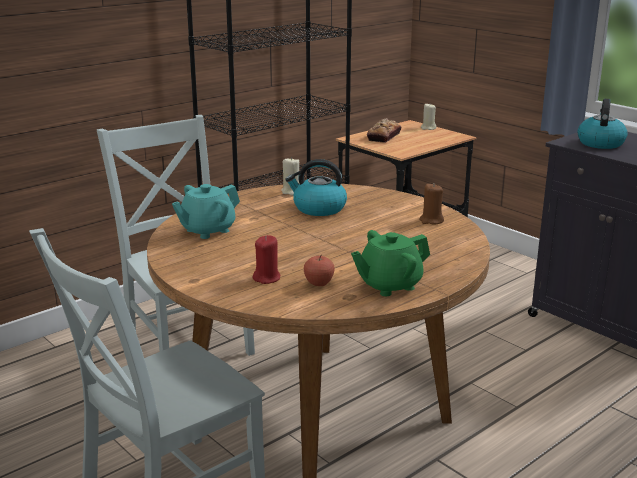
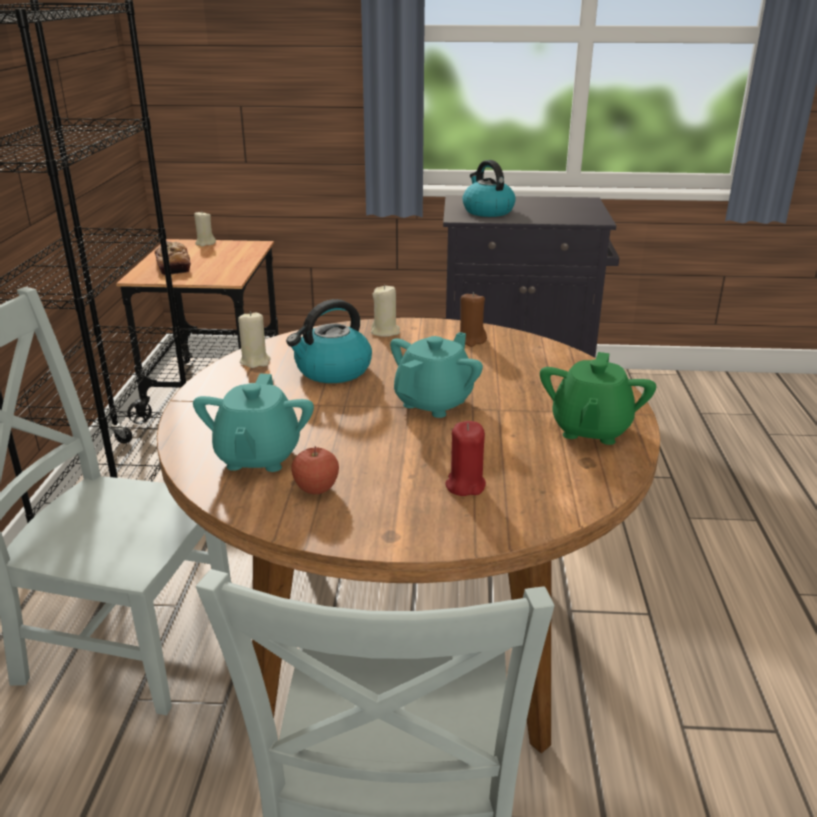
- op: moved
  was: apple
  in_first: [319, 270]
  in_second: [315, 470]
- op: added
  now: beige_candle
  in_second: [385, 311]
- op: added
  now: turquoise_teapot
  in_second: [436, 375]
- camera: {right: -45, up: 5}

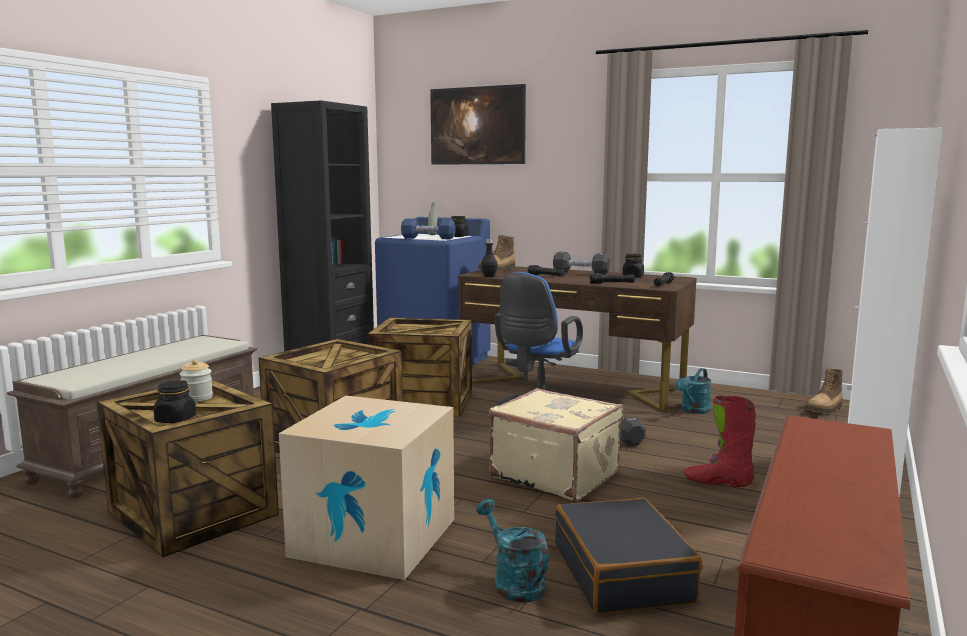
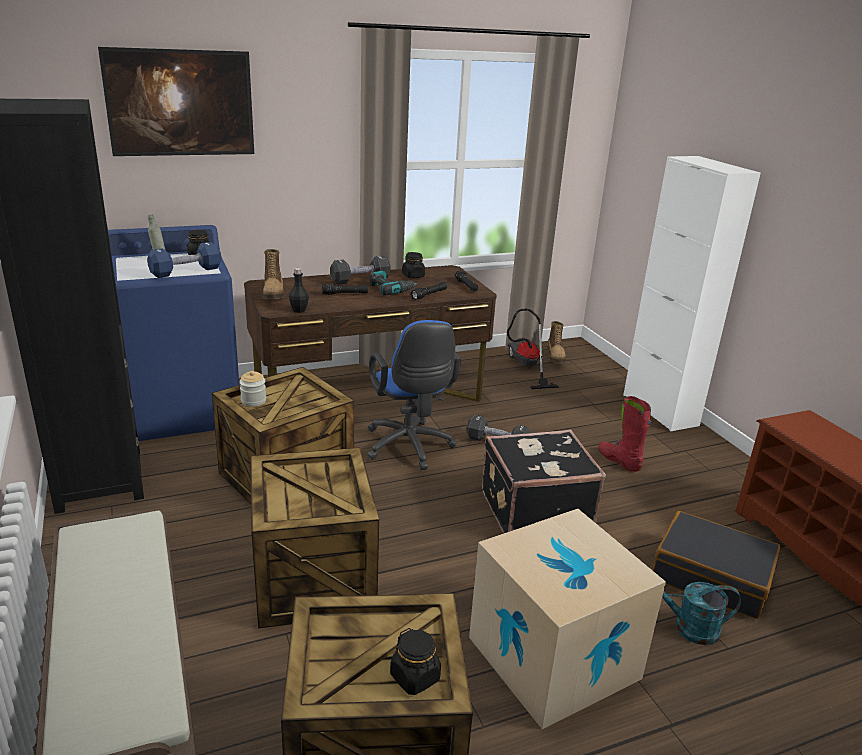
- op: moved
  was: jar
  in_first: [196, 380]
  in_second: [253, 389]
- op: removed
  was: turquoise_watering_can
  in_first: [693, 391]
- op: recoloured
  was: beige_suitcase
  now: black_suitcase
  in_first: [556, 444]
  in_second: [544, 481]
- op: turned
  was: red_boot
  in_first: [720, 441]
  in_second: [624, 434]
  clockwise: 90
- op: added
  now: power_drill
  in_second: [393, 283]
- op: added
  now: vacuum_cleaner
  in_second: [533, 349]
- camera: {right: -50, up: 15}

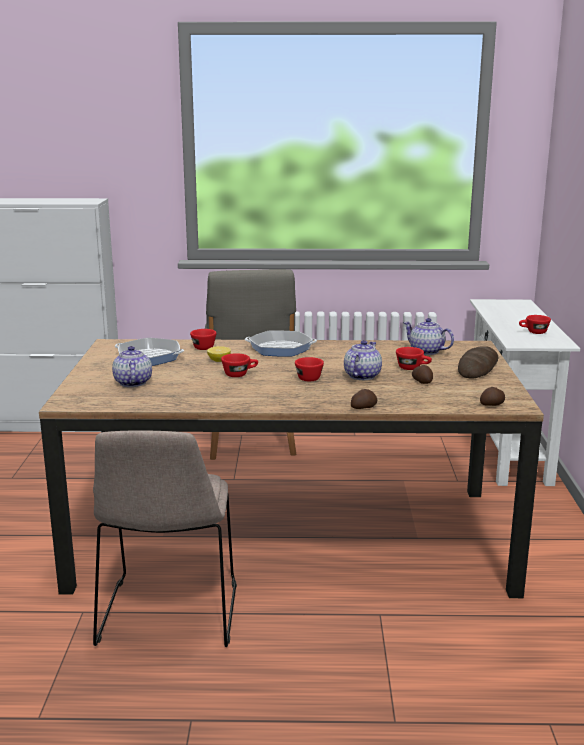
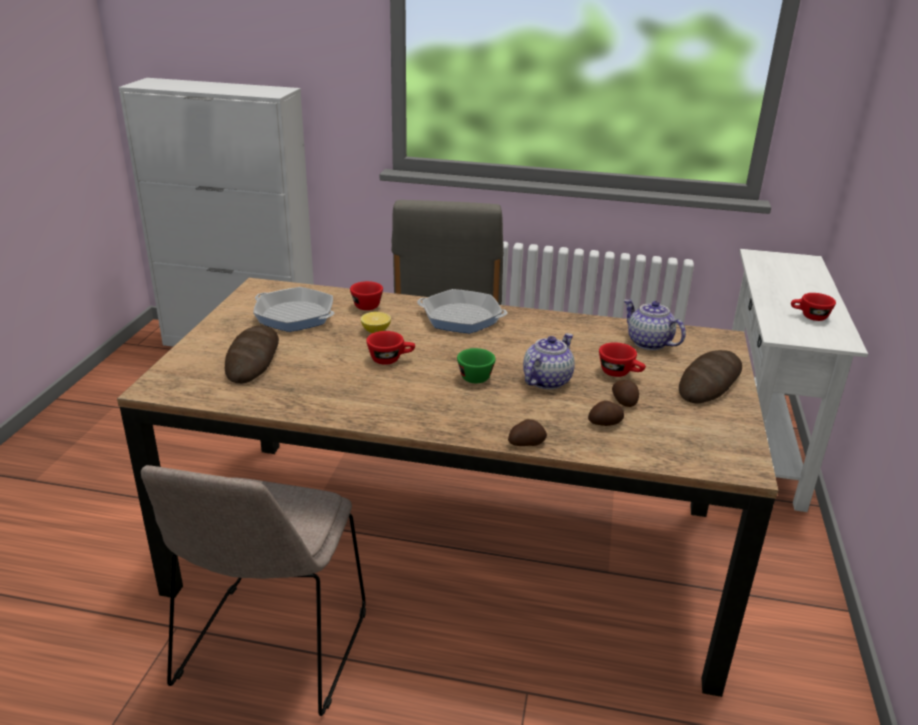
- op: replaced
  was: teapot
  now: bread
  in_first: [132, 366]
  in_second: [252, 354]
- op: recoloured
  was: red_cup
  now: green_cup
  in_first: [309, 369]
  in_second: [476, 365]
- op: moved
  was: potato
  in_first: [492, 396]
  in_second: [606, 413]
- camera: {right: 10, up: 10}

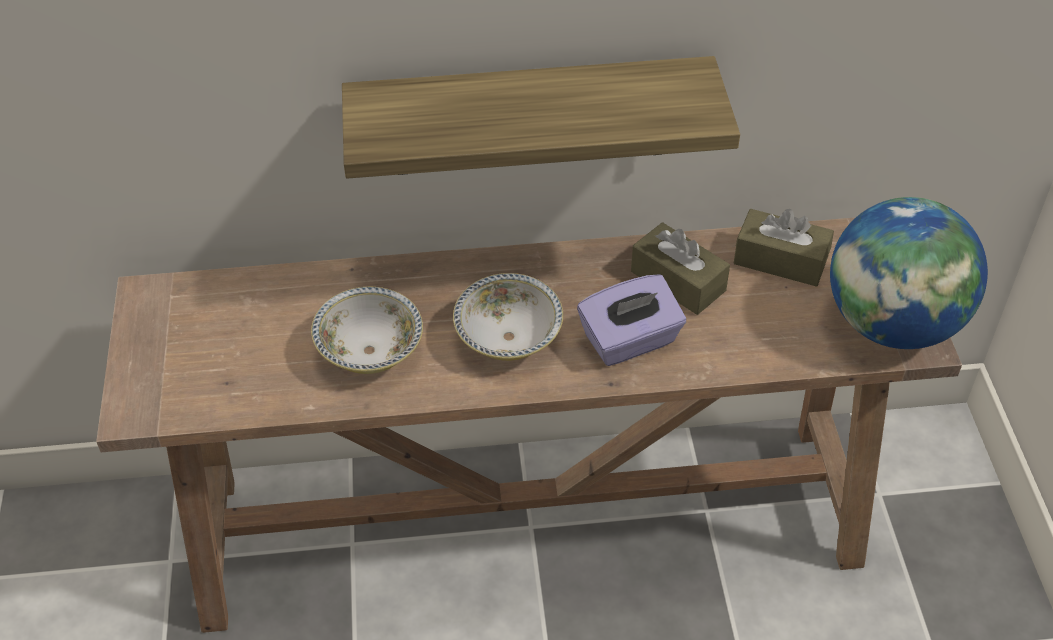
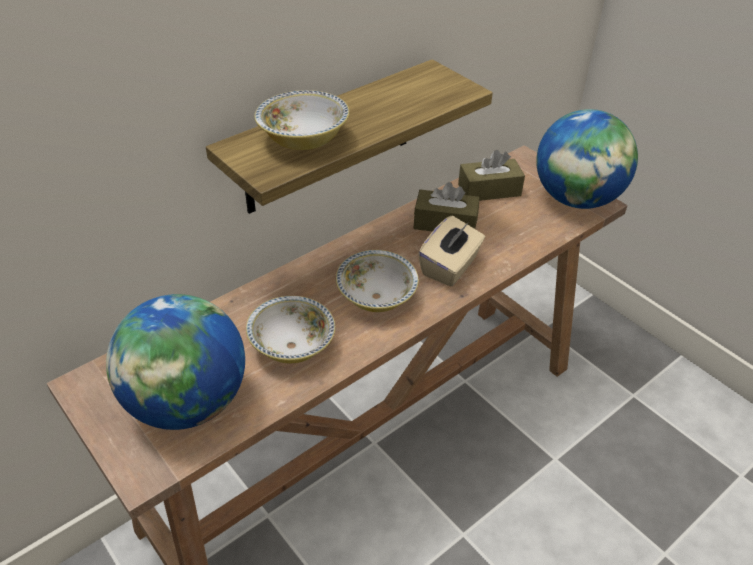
- op: recoloured
  was: purple_tissue_box
  now: beige_tissue_box
  in_first: [631, 320]
  in_second: [451, 251]
- op: added
  now: bowl
  in_second: [302, 120]
- op: added
  now: globe
  in_second: [175, 362]
- camera: {right: -35, up: -5}

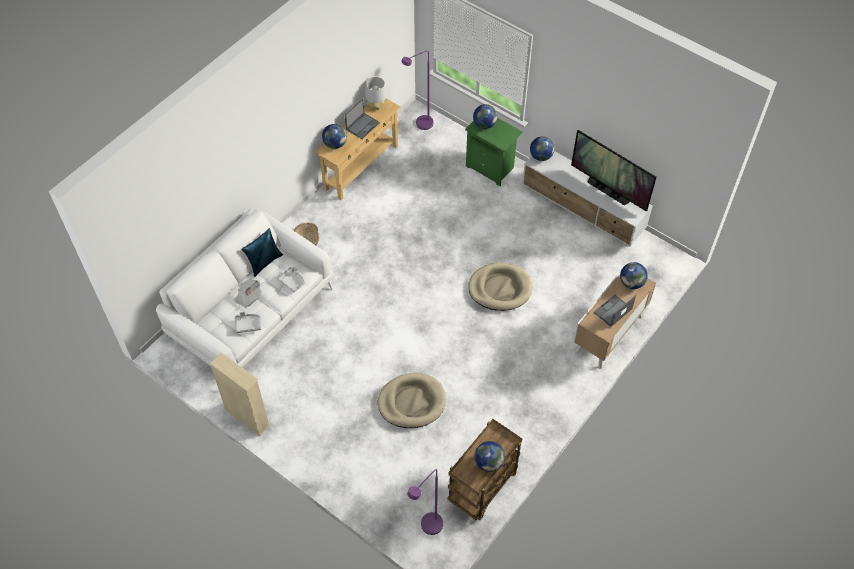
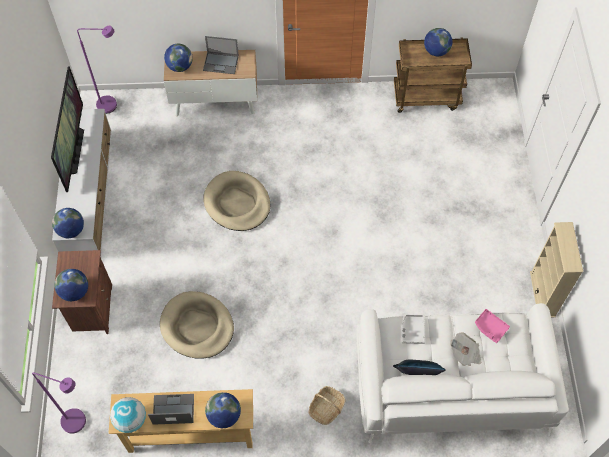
- op: replaced
  was: grey_table_lamp
  now: globe
  in_first: [376, 93]
  in_second: [128, 415]
- op: recoloured
  was: green_nightstand
  now: brown_nightstand
  in_first: [494, 152]
  in_second: [82, 292]
- op: recoloured
  was: grey_tray
  now: pink_tray
  in_first: [248, 322]
  in_second: [492, 326]
- op: moved
  was: beige_dog_bed
  in_first: [412, 400]
  in_second: [197, 325]
- op: moved
  was: purple_floor_lamp
  in_first: [425, 502]
  in_second: [97, 70]
- camera: {right: -130, up: 5}

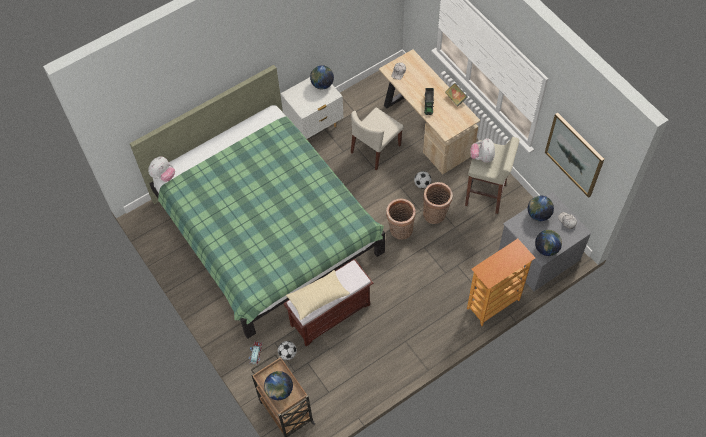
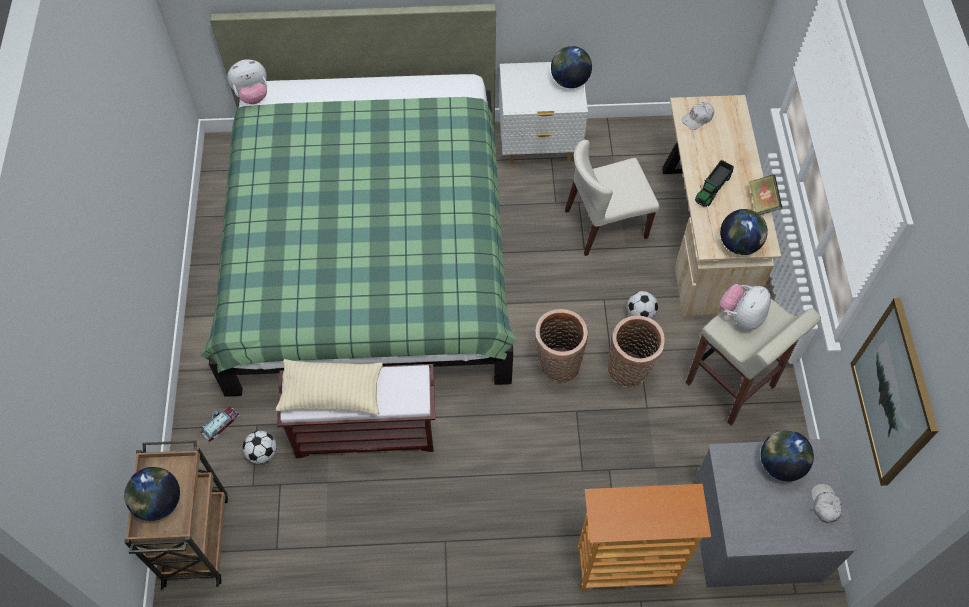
- op: moved
  was: globe
  in_first: [548, 243]
  in_second: [744, 232]
- camera: {right: 30, up: 0}

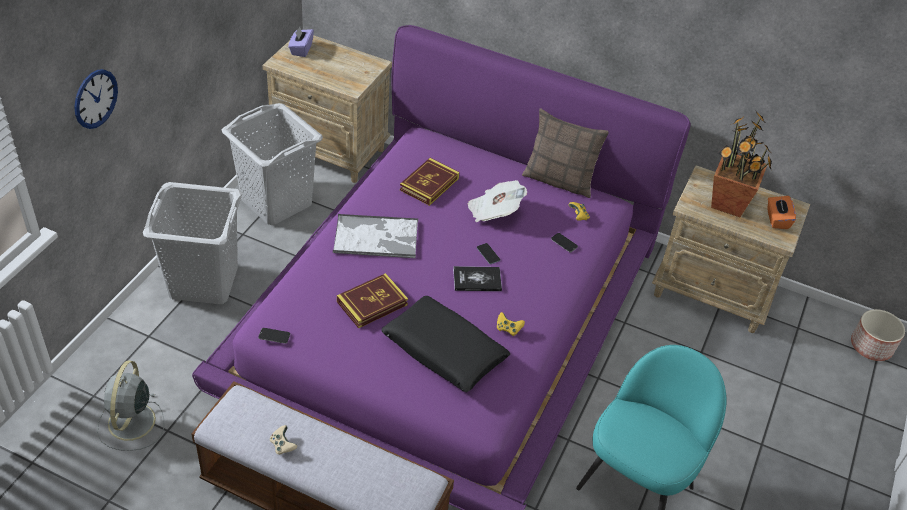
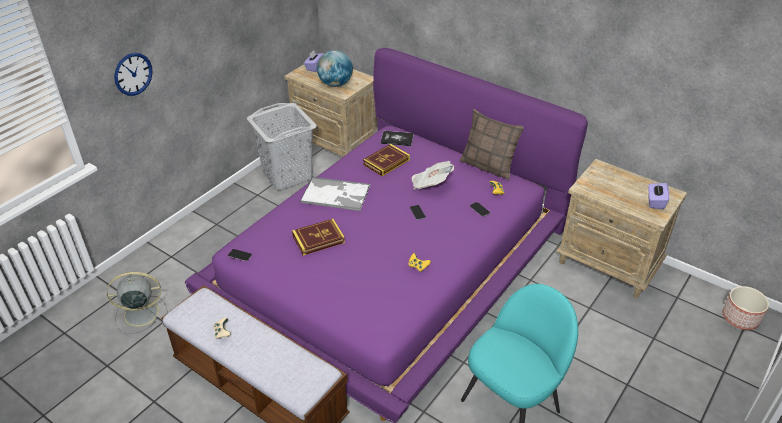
- op: removed
  was: potted_plant
  in_first: [741, 164]
- op: removed
  was: grey_laundry_basket
  in_first: [192, 243]
- op: recoloured
  was: orange_tissue_box
  now: purple_tissue_box
  in_first: [781, 212]
  in_second: [658, 196]
- op: moved
  was: book
  in_first: [477, 278]
  in_second: [397, 138]
- op: removed
  was: black_pillow
  in_first: [446, 344]
- op: turned
  was: grey_fan
  in_first: [130, 406]
  in_second: [137, 303]
  clockwise: 60
- op: added
  now: globe
  in_second: [335, 68]
- camera: {right: 15, up: -5}

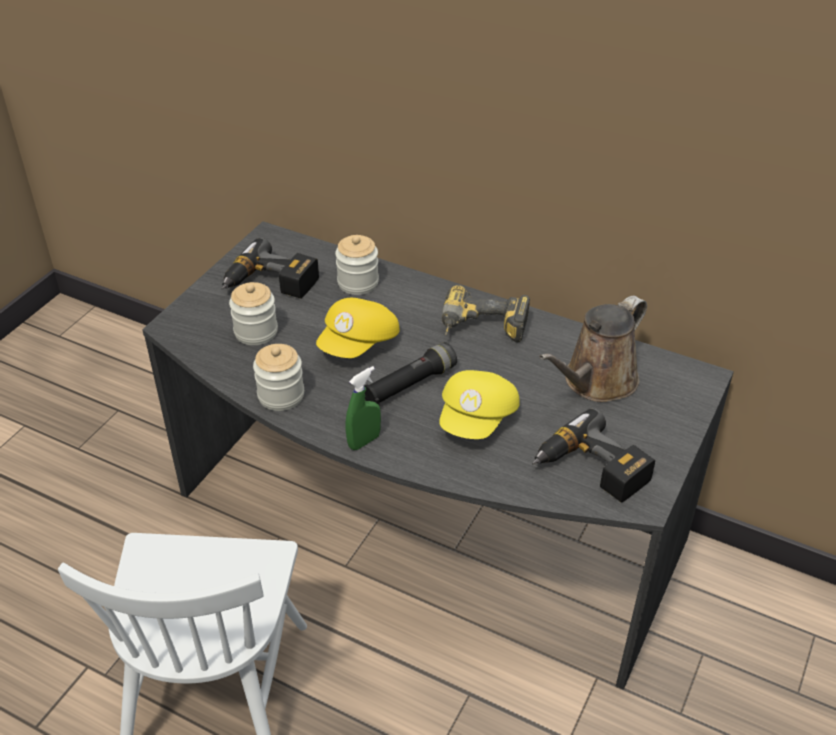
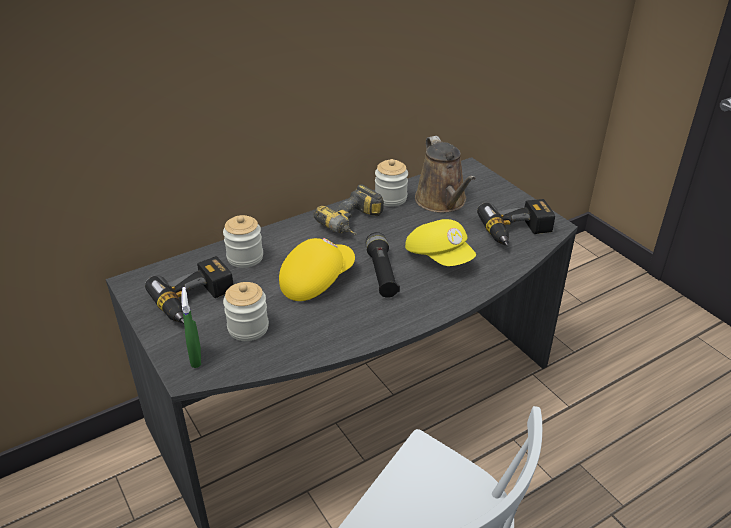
- op: turned
  was: yellow_cap
  in_first: [357, 328]
  in_second: [317, 269]
  clockwise: -105
- op: moved
  was: jar
  in_first: [278, 377]
  in_second: [391, 183]
- op: moved
  was: green_spray_bottle
  in_first: [363, 408]
  in_second: [191, 327]
- camera: {right: -60, up: -5}

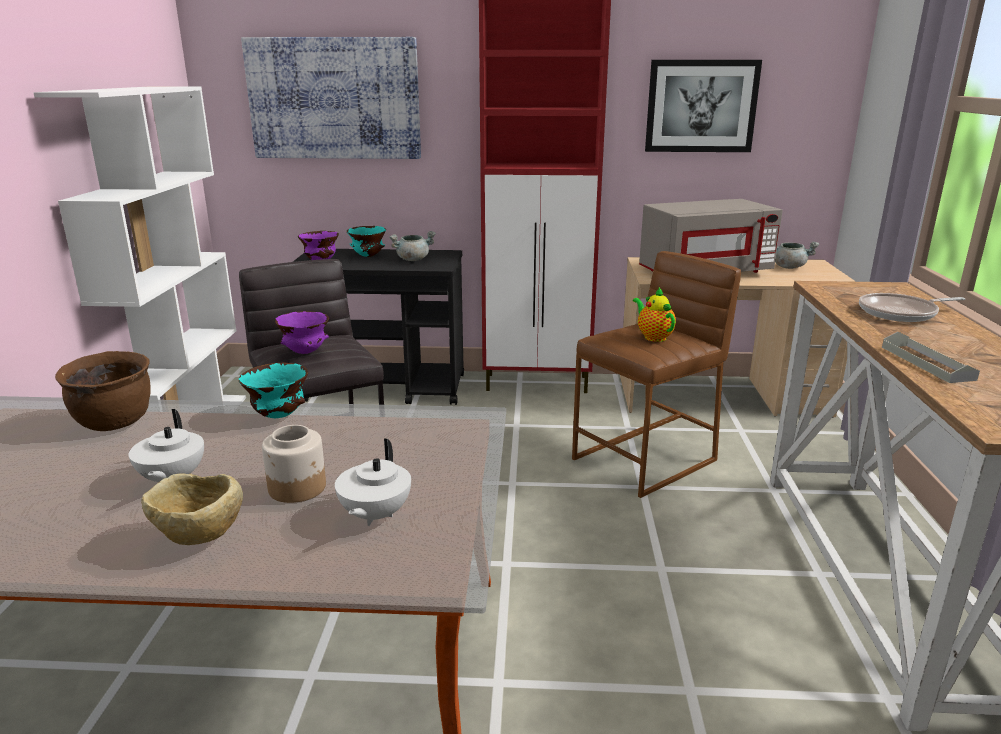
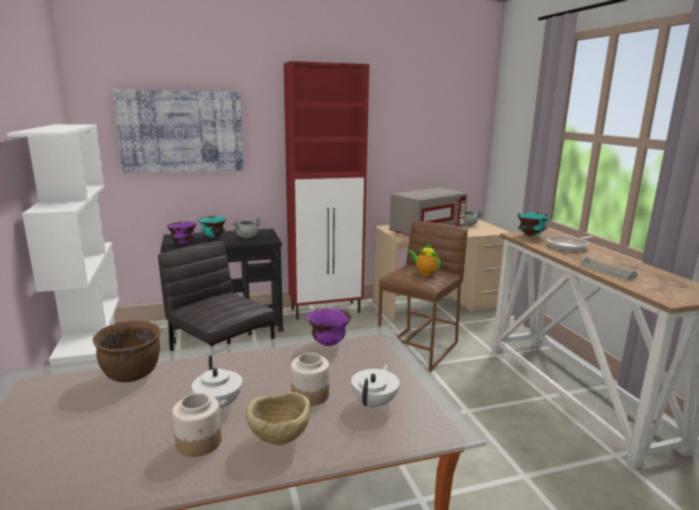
- op: removed
  was: picture
  in_first: [703, 106]
- op: moved
  was: purple_bowl
  in_first: [302, 332]
  in_second: [329, 327]
- op: moved
  was: turquoise_bowl
  in_first: [273, 390]
  in_second: [533, 224]
- op: turned
  was: white_teapot
  in_first: [373, 482]
  in_second: [375, 386]
  clockwise: -150
- op: added
  now: jar
  in_second: [197, 425]
- camera: {right: -20, up: -5}

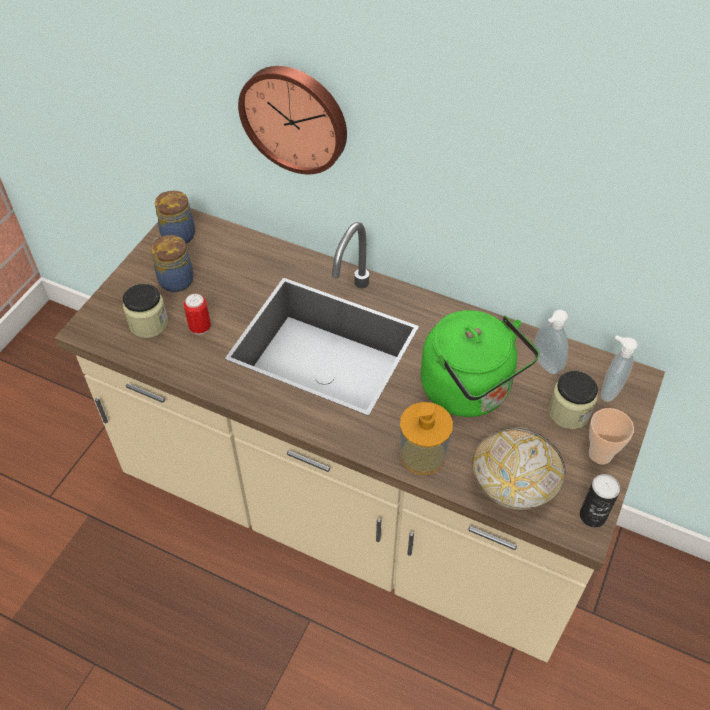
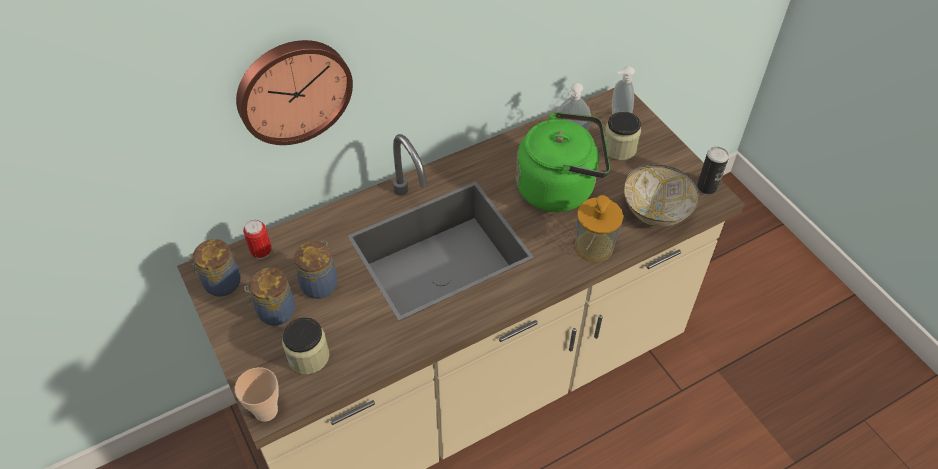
- op: moved
  was: can
  in_first: [197, 314]
  in_second: [257, 239]
- op: moved
  was: cup
  in_first: [611, 436]
  in_second: [257, 394]
- op: added
  now: jar
  in_second: [316, 269]
- camera: {right: -55, up: 0}

